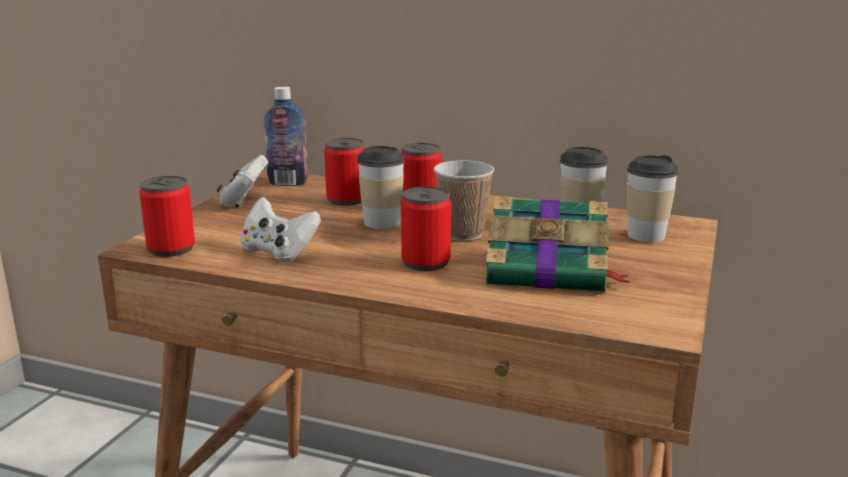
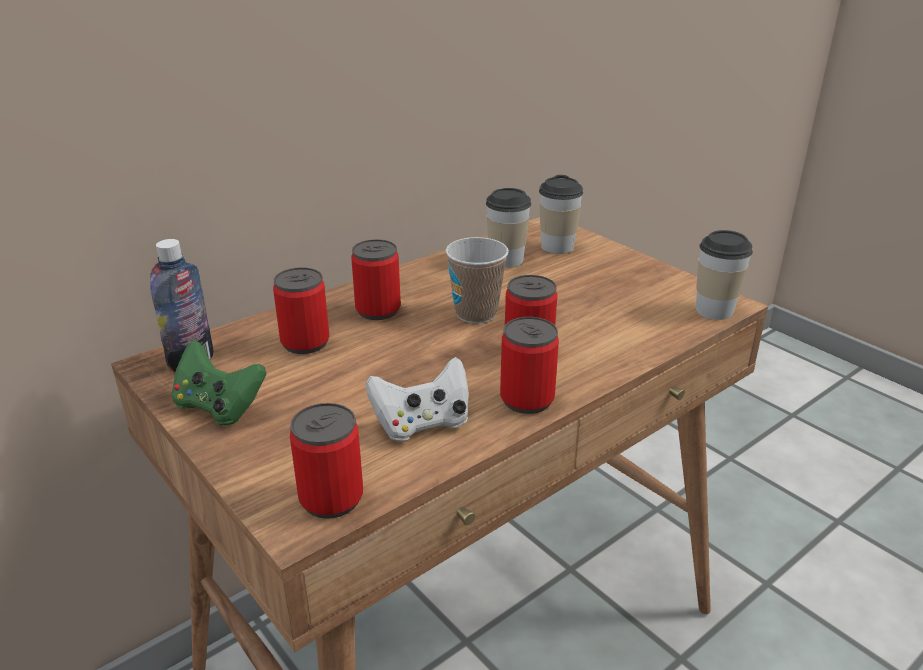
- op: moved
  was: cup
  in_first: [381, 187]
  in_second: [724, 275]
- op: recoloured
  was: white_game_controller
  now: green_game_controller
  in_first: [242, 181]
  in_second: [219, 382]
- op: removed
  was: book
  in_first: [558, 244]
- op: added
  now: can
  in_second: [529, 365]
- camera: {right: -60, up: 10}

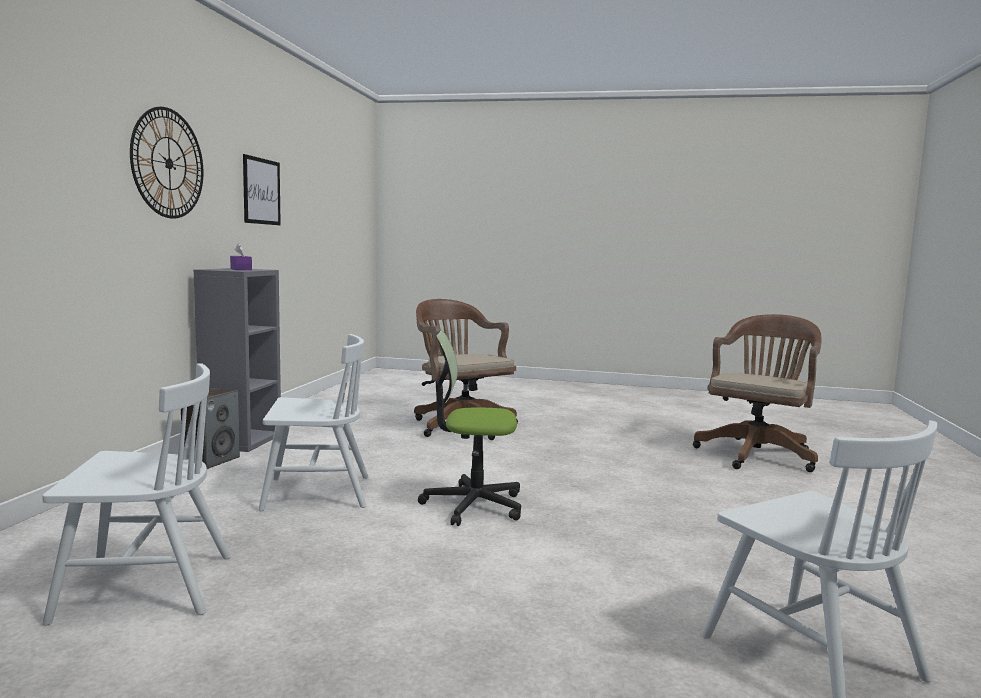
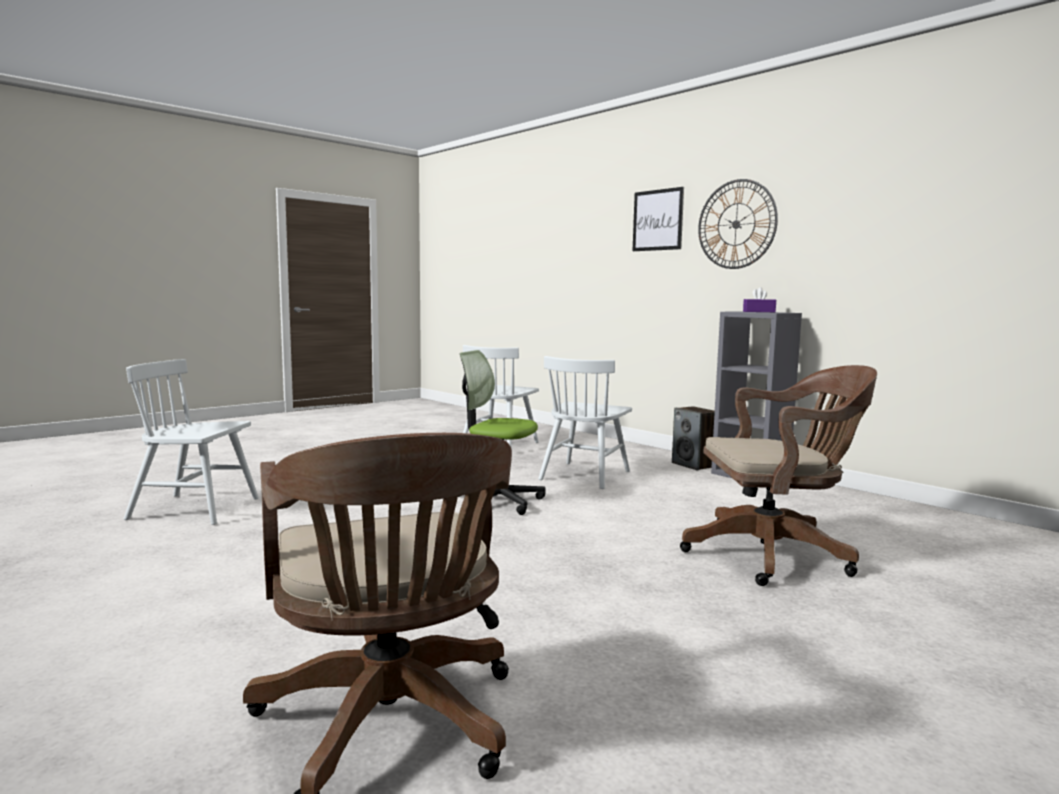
- op: moved
  was: picture
  in_first: [262, 189]
  in_second: [658, 219]
- op: turned
  was: office_chair
  in_first: [469, 428]
  in_second: [502, 432]
  clockwise: -105
- camera: {right: 125, up: 0}

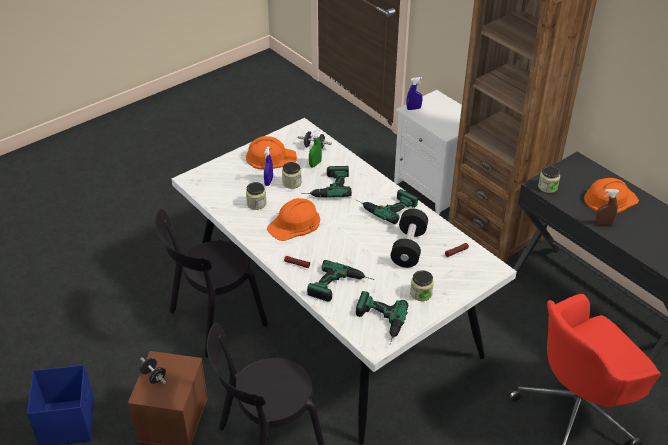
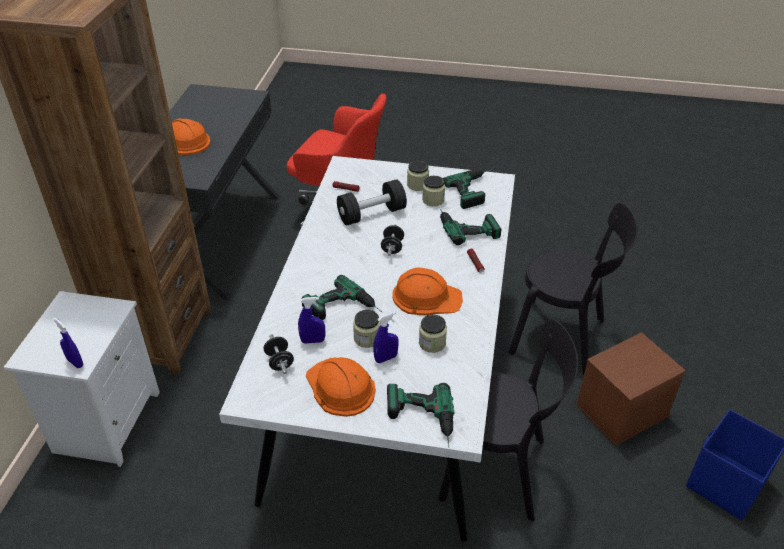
- op: recoloured
  was: green_spray_bottle
  now: blue_spray_bottle
  in_first: [315, 148]
  in_second: [311, 320]
- op: moved
  was: jar
  in_first: [549, 179]
  in_second: [433, 191]
- op: moved
  was: power_drill
  in_first: [387, 206]
  in_second: [421, 415]
- op: removed
  was: brown_spray_bottle
  in_first: [607, 207]
- op: moved
  was: black_dumbbell
  in_first: [153, 371]
  in_second: [392, 240]
- camera: {right: -130, up: 0}

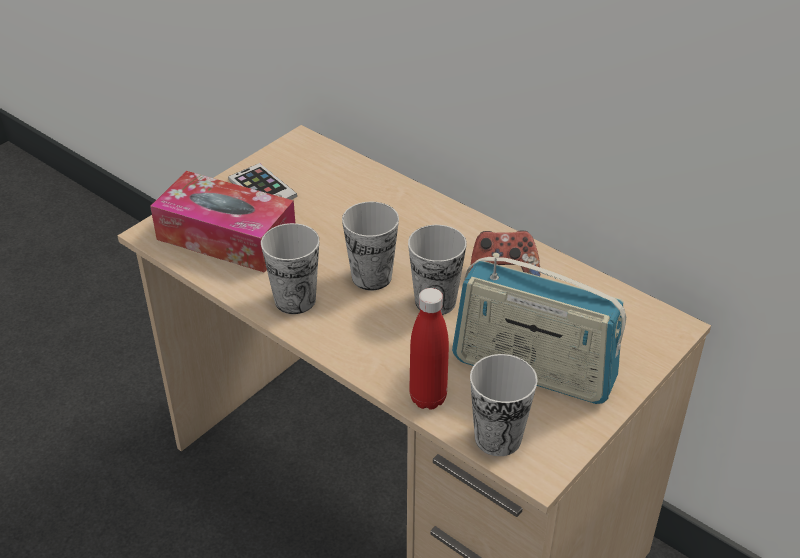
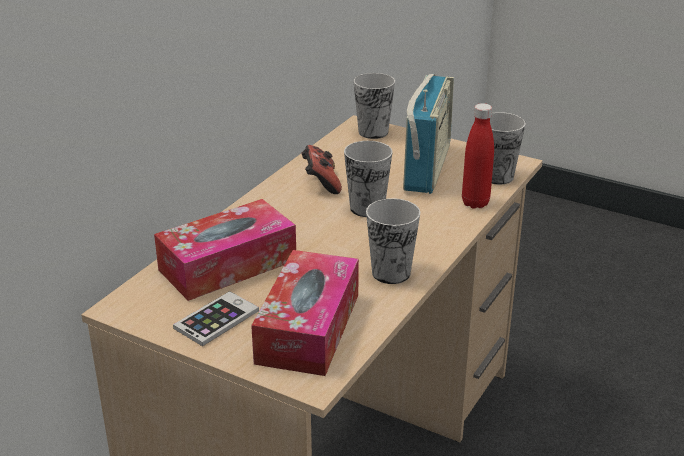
- op: moved
  was: cup
  in_first: [370, 246]
  in_second: [374, 106]
- op: added
  now: tissue_box
  in_second: [225, 250]
- camera: {right: -100, up: -10}

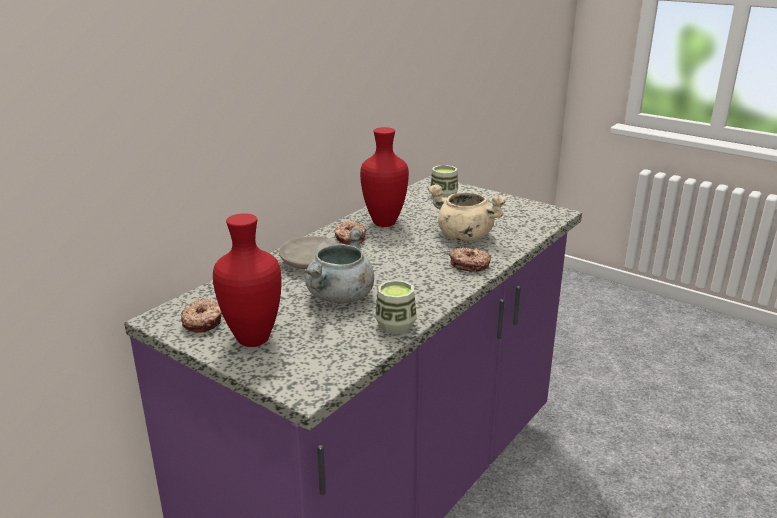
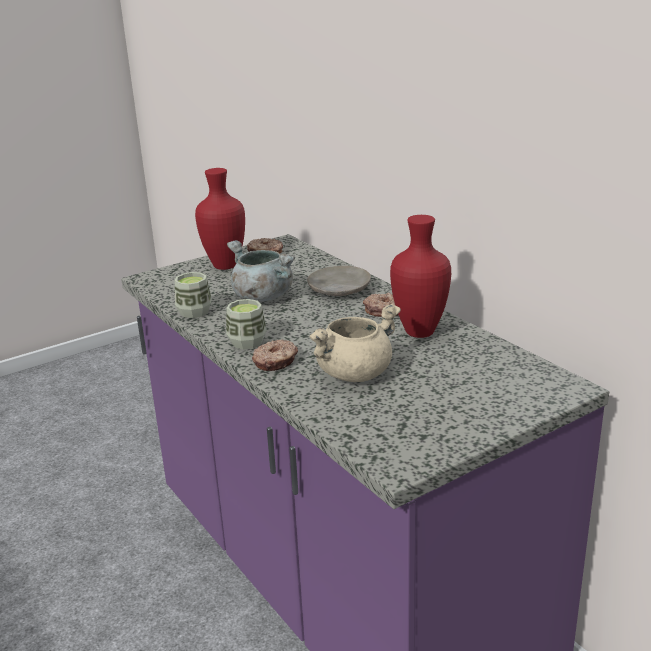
- op: moved
  was: cup
  in_first: [444, 181]
  in_second: [246, 324]
- camera: {right: 110, up: 0}

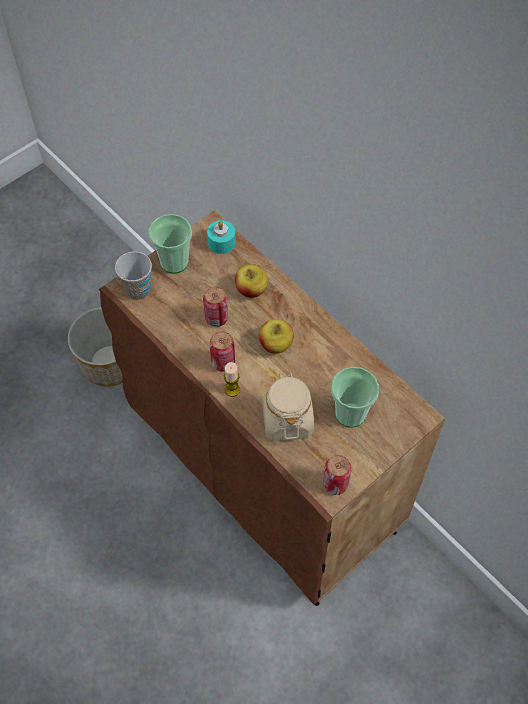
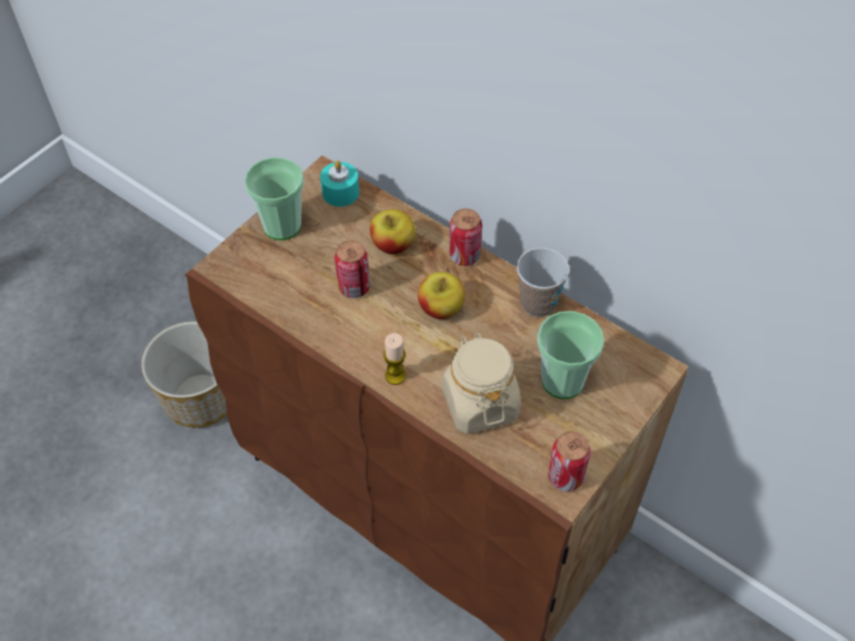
- op: moved
  was: cup
  in_first: [133, 275]
  in_second: [543, 282]
- op: moved
  was: can
  in_first: [222, 351]
  in_second: [465, 237]
- camera: {right: -10, up: -5}

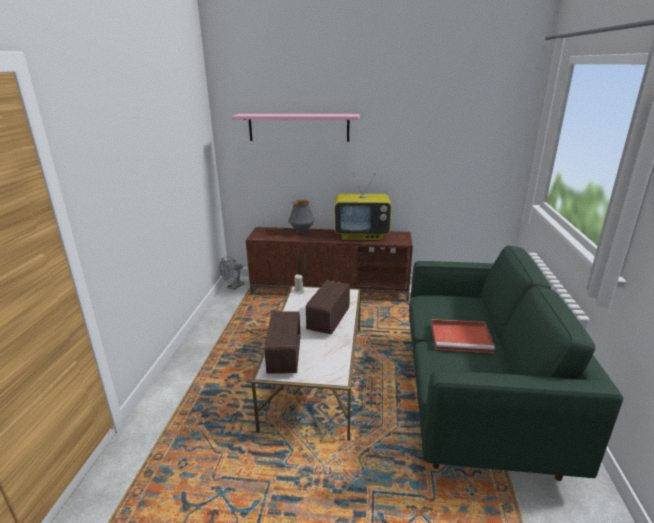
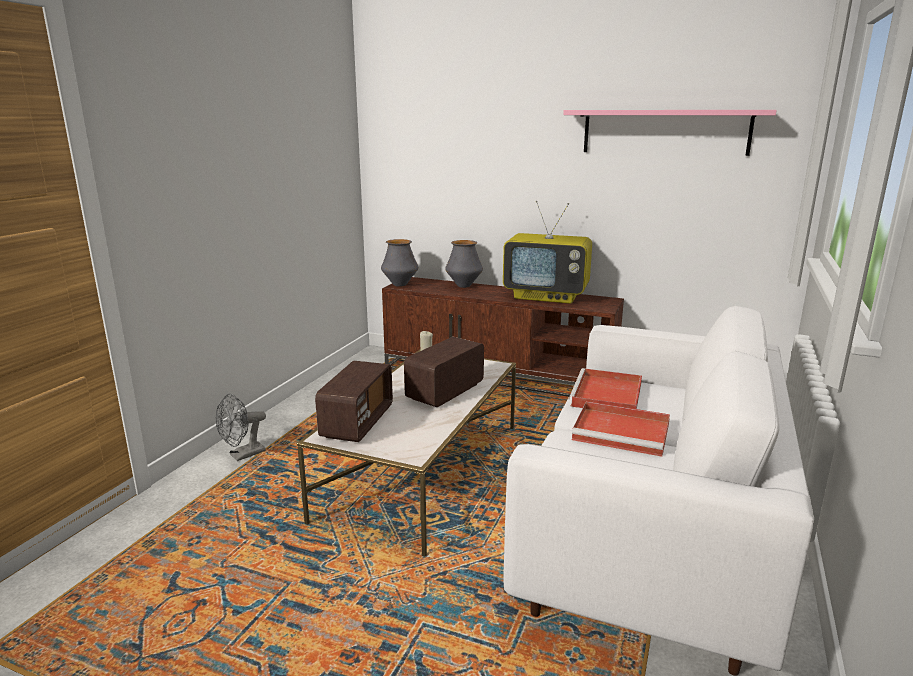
- op: moved
  was: pink_shelf
  in_first: [295, 128]
  in_second: [670, 133]
- op: recoloured
  was: green_sofa
  now: white_sofa
  in_first: [516, 363]
  in_second: [658, 490]
- op: moved
  was: grey_fan
  in_first: [232, 273]
  in_second: [241, 427]
- op: added
  now: vase
  in_second: [399, 263]
- op: added
  now: red_tray
  in_second: [605, 388]
- camera: {right: 15, up: -5}

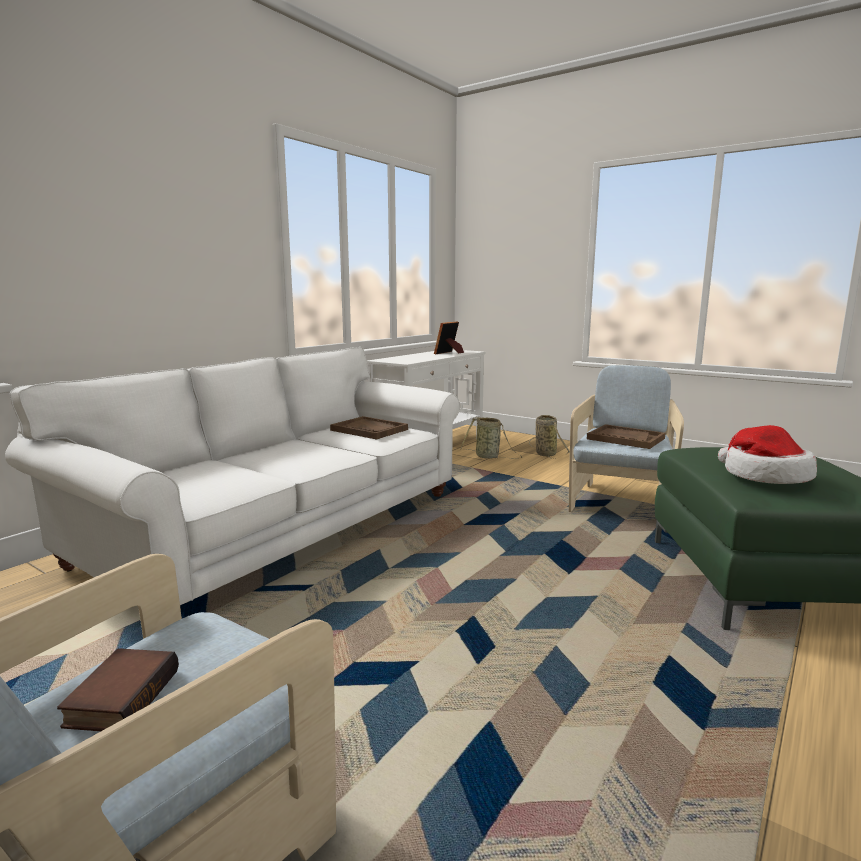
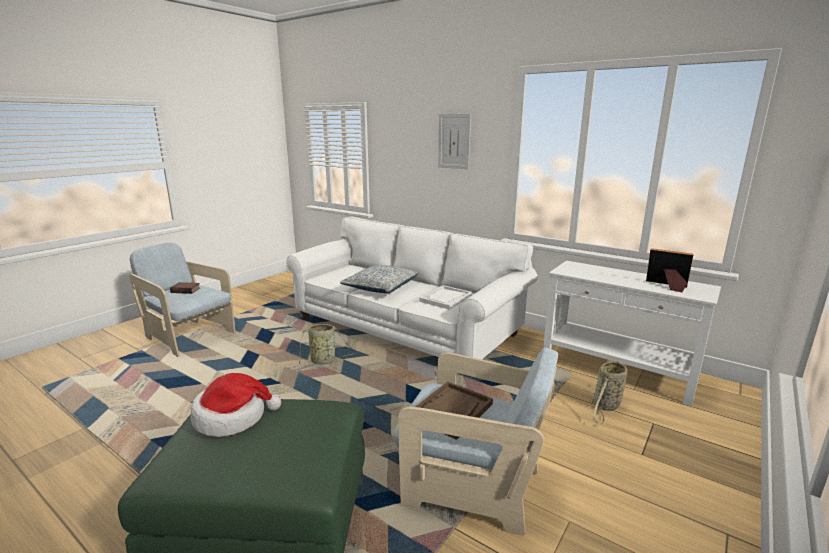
- op: moved
  was: basket
  in_first: [549, 437]
  in_second: [328, 344]
- op: recoloured
  was: brown_tray
  now: white_tray
  in_first: [369, 428]
  in_second: [445, 297]
- op: added
  now: picture
  in_second: [454, 141]
- op: added
  now: pillow
  in_second: [379, 279]
- camera: {right: 90, up: 5}

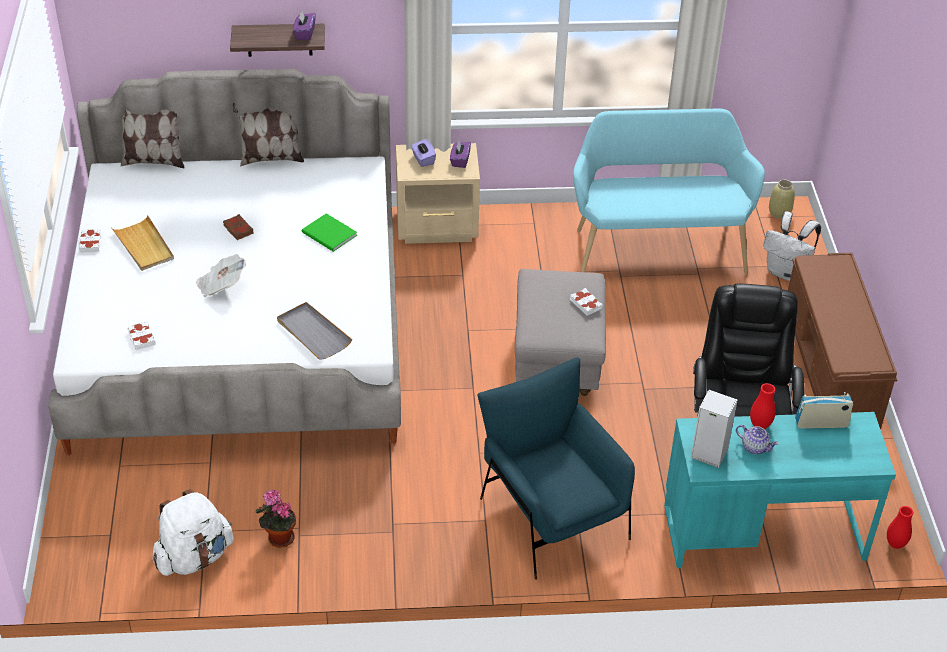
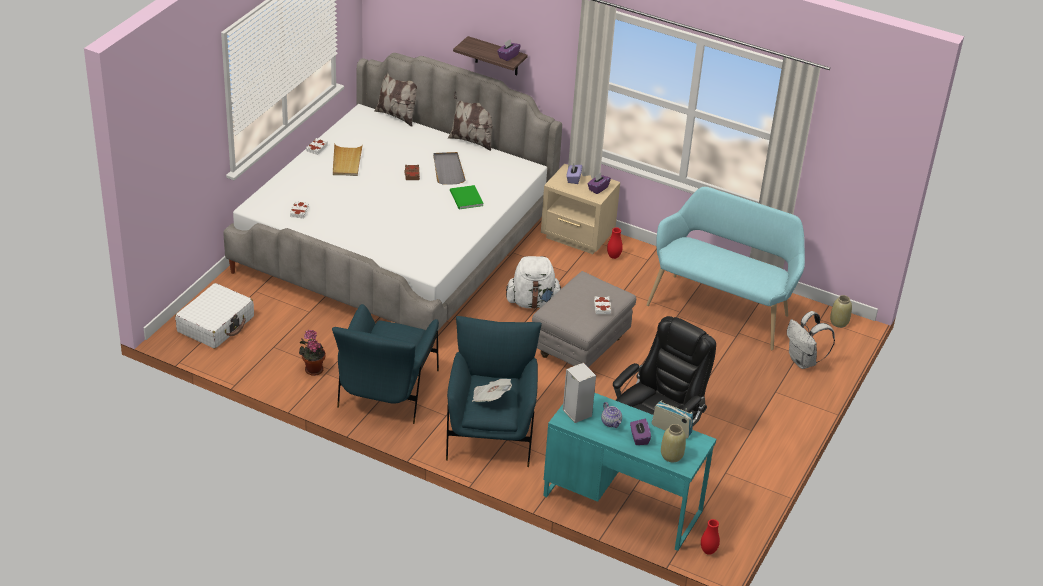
- op: removed
  was: brown_bench
  in_first: [842, 341]
- op: moved
  was: newspaper
  in_first: [221, 276]
  in_second: [492, 390]
- op: moved
  was: grey_tray
  in_first: [314, 331]
  in_second: [449, 168]
- op: moved
  was: red_vase
  in_first: [763, 406]
  in_second: [615, 243]
- op: moved
  was: white_backpack
  in_first: [193, 532]
  in_second: [533, 282]
- op: added
  now: white_suitcase
  in_second: [214, 316]
- op: added
  now: blue_armchair
  in_second: [385, 364]
- op: added
  now: purple_tissue_box
  in_second: [640, 432]
- op: added
  now: beige_vase
  in_second: [673, 443]
- camera: {right: 30, up: -5}

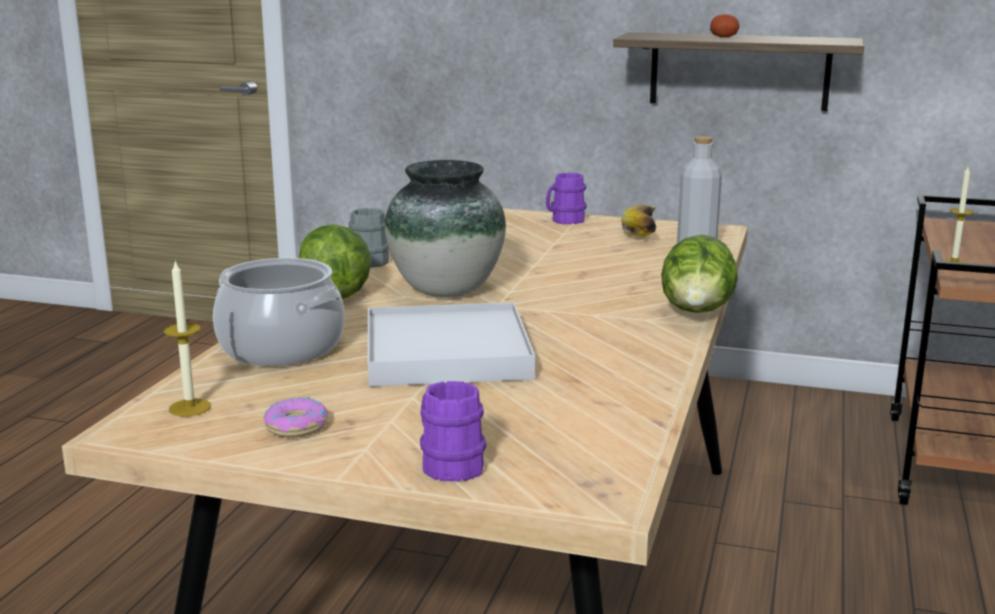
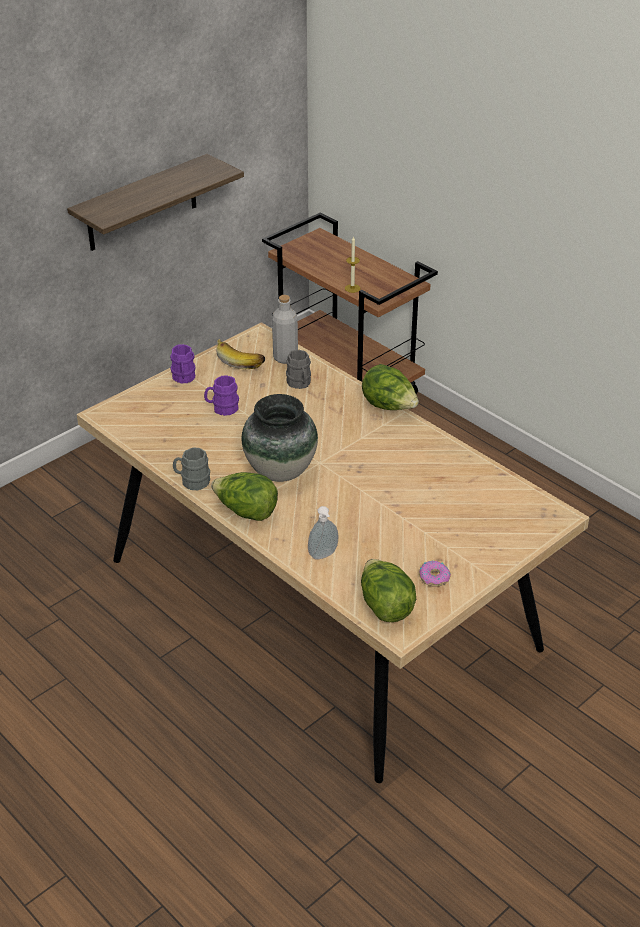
- op: removed
  was: potato
  in_first: [724, 25]
- op: replaced
  was: cooking_pot
  now: soap_dispenser
  in_first: [278, 312]
  in_second: [323, 533]
- op: replaced
  was: candle
  now: lettuce
  in_first: [187, 338]
  in_second: [388, 590]
- op: removed
  was: white_tray
  in_first: [451, 344]
- op: moved
  was: purple_mug
  in_first: [453, 431]
  in_second: [221, 395]
- op: added
  now: grey_mug
  in_second: [298, 369]
- camera: {right: -60, up: 20}

